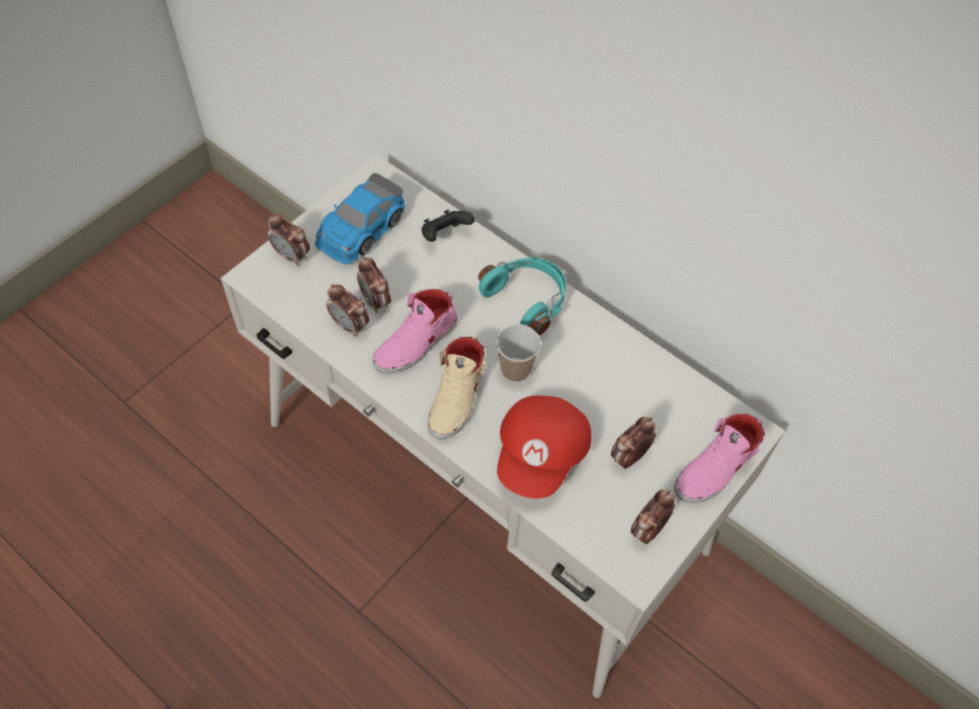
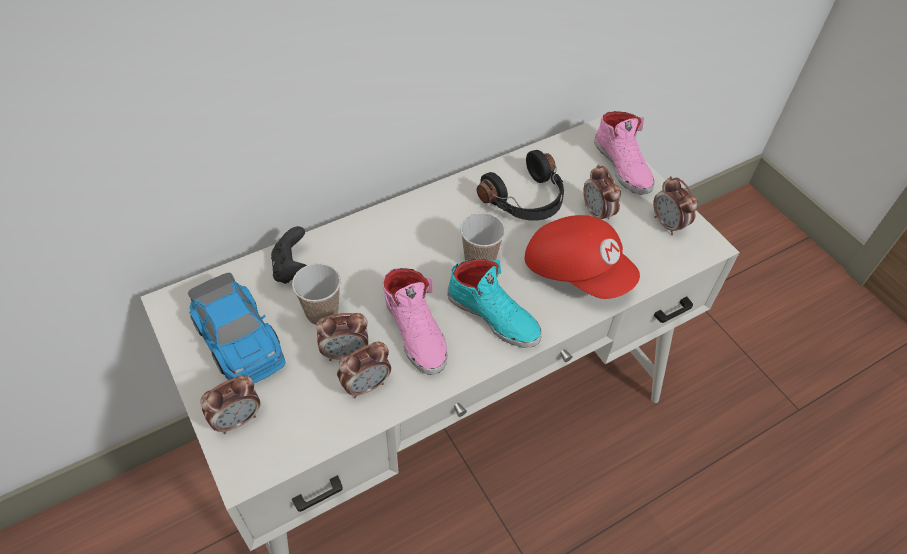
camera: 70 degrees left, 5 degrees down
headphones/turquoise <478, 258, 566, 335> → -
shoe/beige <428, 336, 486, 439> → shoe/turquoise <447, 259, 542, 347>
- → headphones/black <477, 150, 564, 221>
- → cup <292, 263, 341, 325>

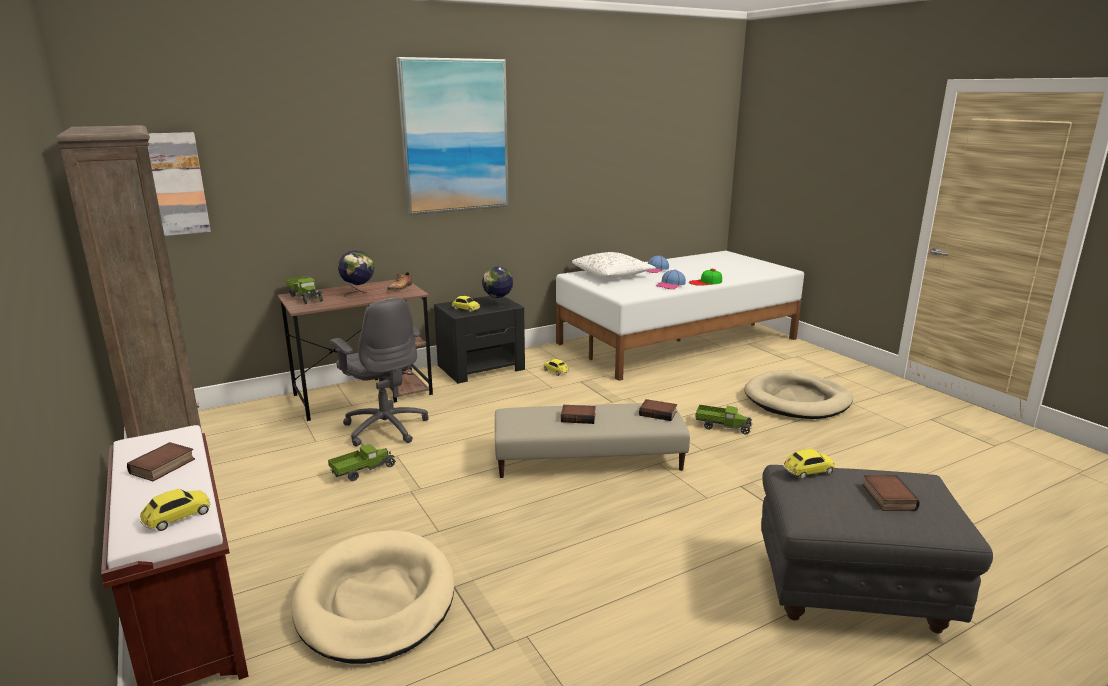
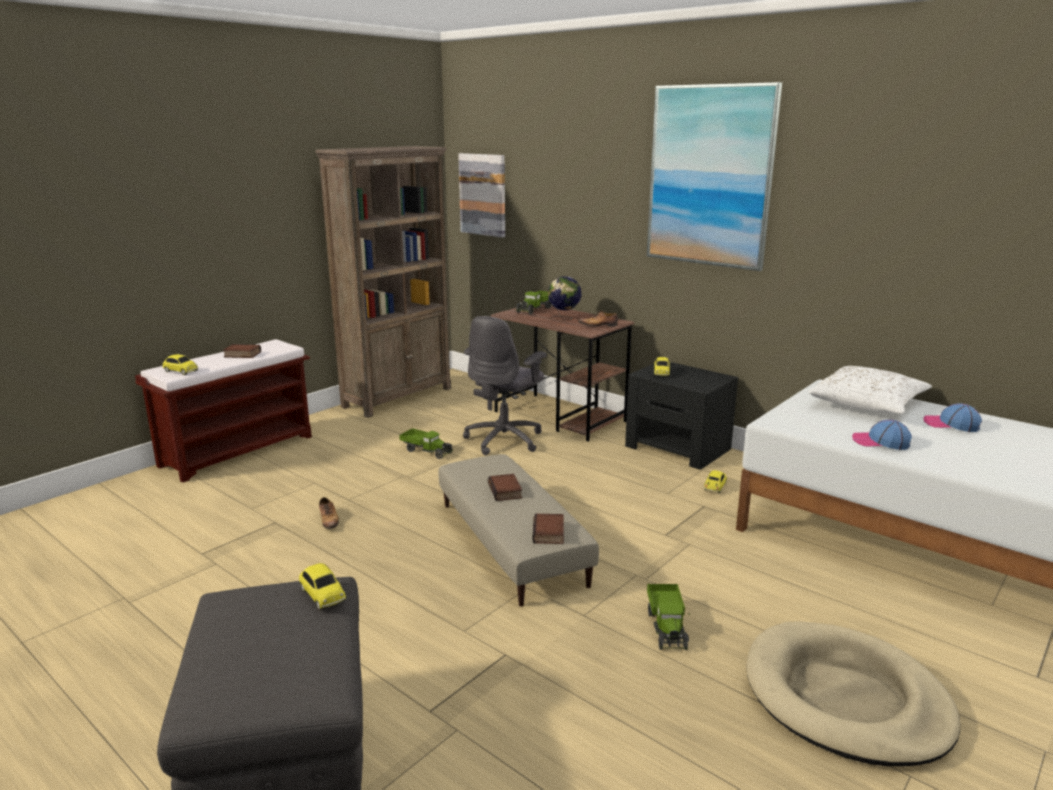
camera: 70 degrees right, 0 degrees up
globe <482, 267, 513, 307> → -
cap <689, 269, 722, 286> → -
book <863, 475, 920, 511> → -
dog bed/beige <291, 530, 454, 664> → -
- → shoe <319, 497, 339, 529>

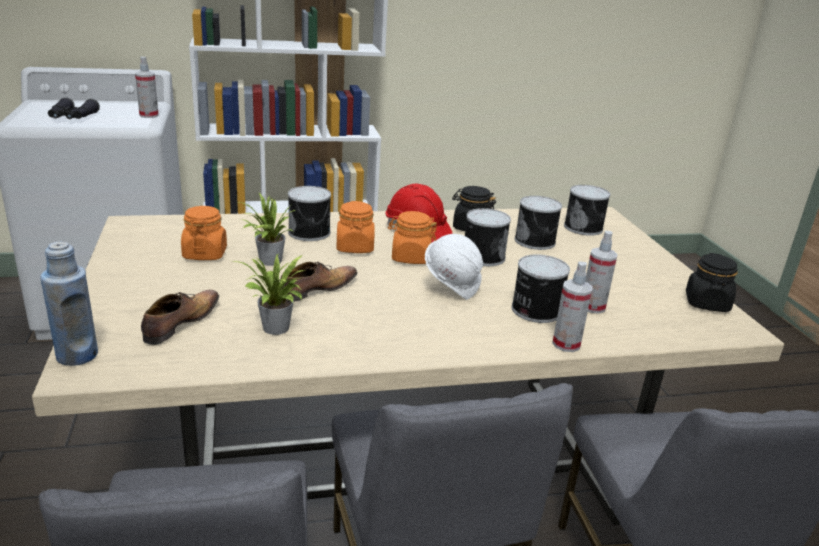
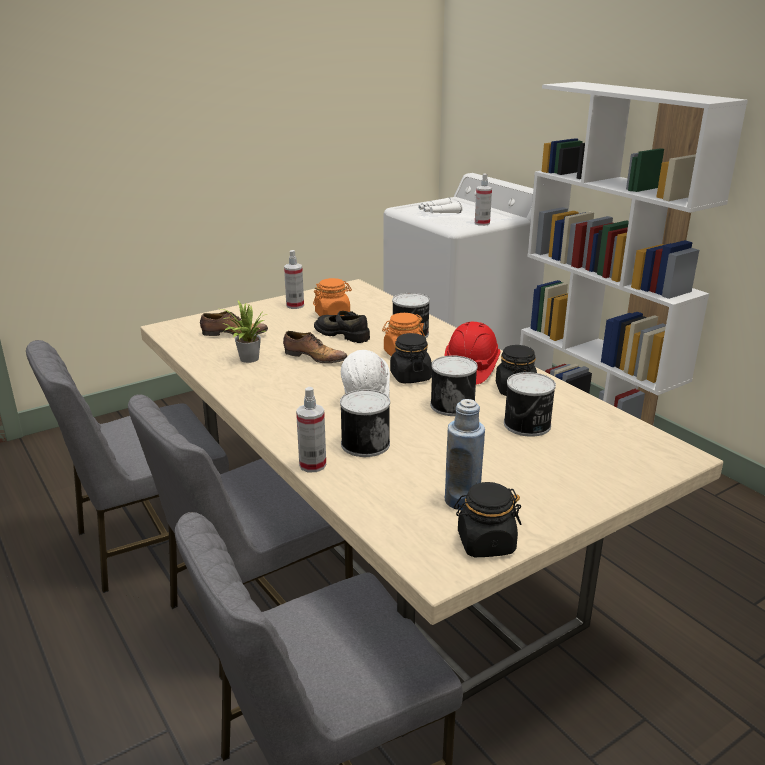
camera: 70 degrees right, 0 degrees up
binoculars/black <48, 97, 100, 119> → binoculars/white <418, 197, 462, 214>
can <564, 185, 610, 236> → -
potted plant <239, 192, 296, 266> → shoe/black <314, 311, 370, 343>
jar/orange <388, 211, 437, 264> → jar/black <390, 333, 432, 384>
spray bottle <585, 231, 618, 314> → spray bottle <284, 250, 304, 309>, moved
bottle/blue <40, 242, 98, 366> → bottle/blue <445, 399, 485, 510>, moved

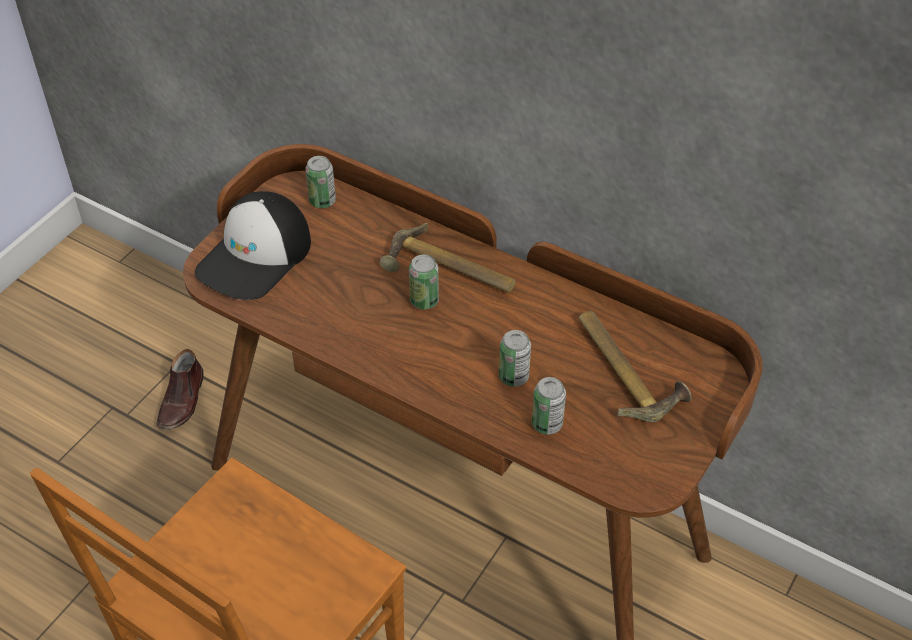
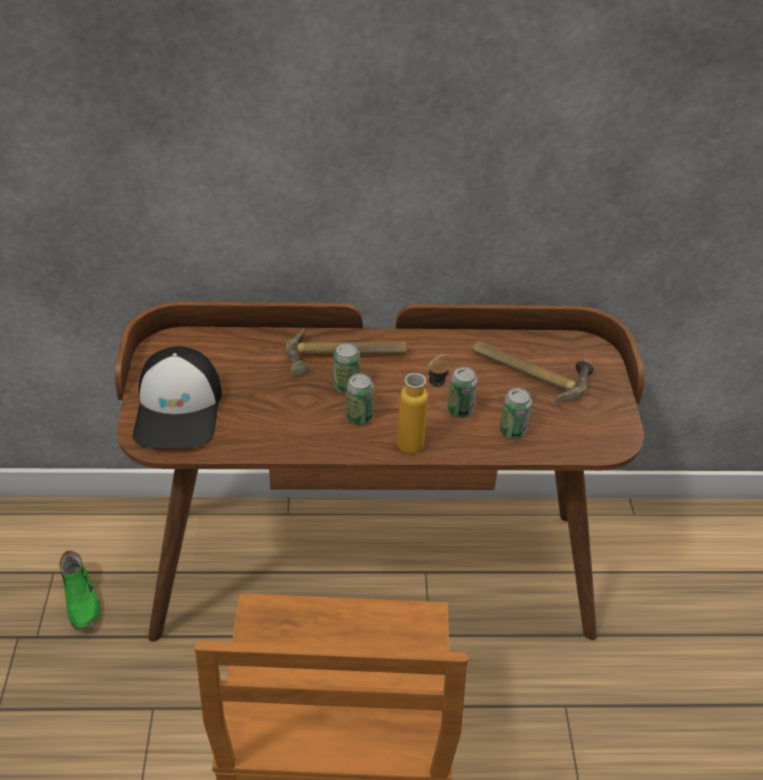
camera: 35 degrees left, 5 degrees down
can <305, 156, 336, 208> → can <346, 373, 374, 425>, moved
shoe/brown <157, 349, 204, 430> → shoe/green <60, 551, 100, 631>
- → bottle <397, 355, 449, 454>

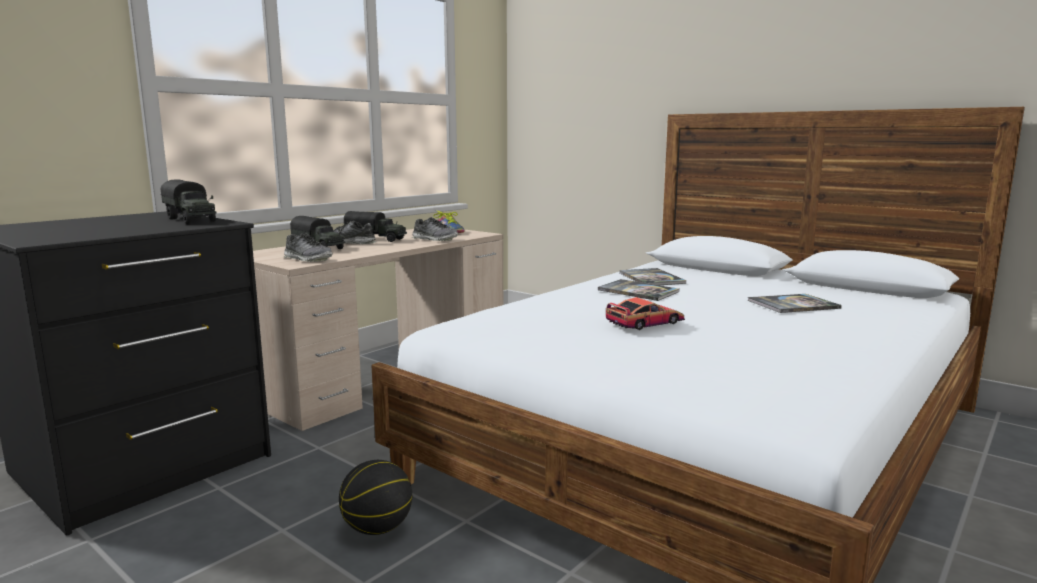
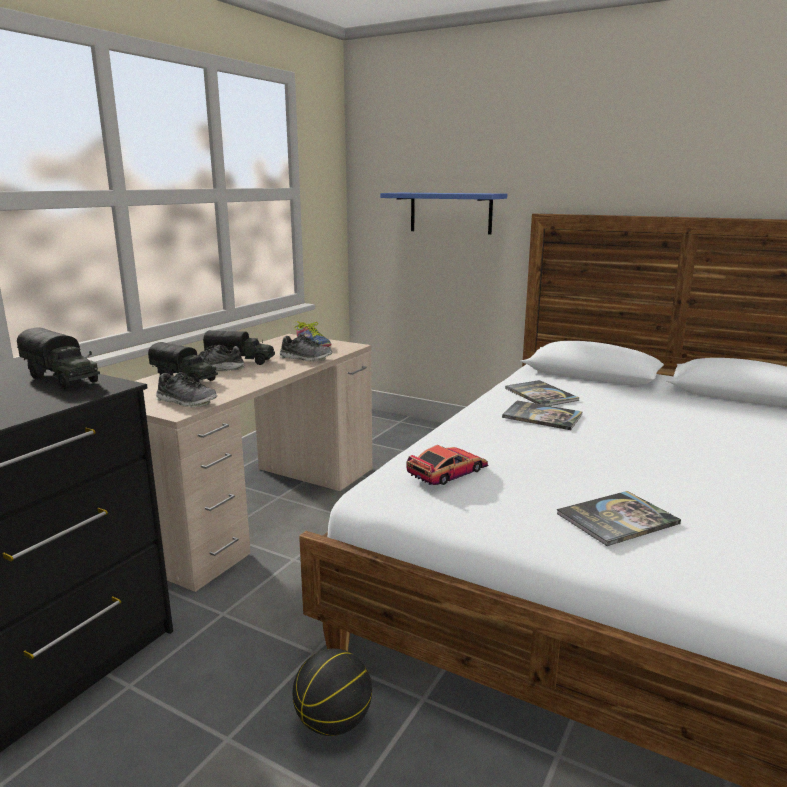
camera: 10 degrees left, 5 degrees up
book <747, 294, 842, 313> → book <557, 491, 681, 546>, moved
toy car <606, 297, 685, 330> → toy car <407, 445, 489, 485>, moved
- → shelf/blue <380, 193, 507, 235>

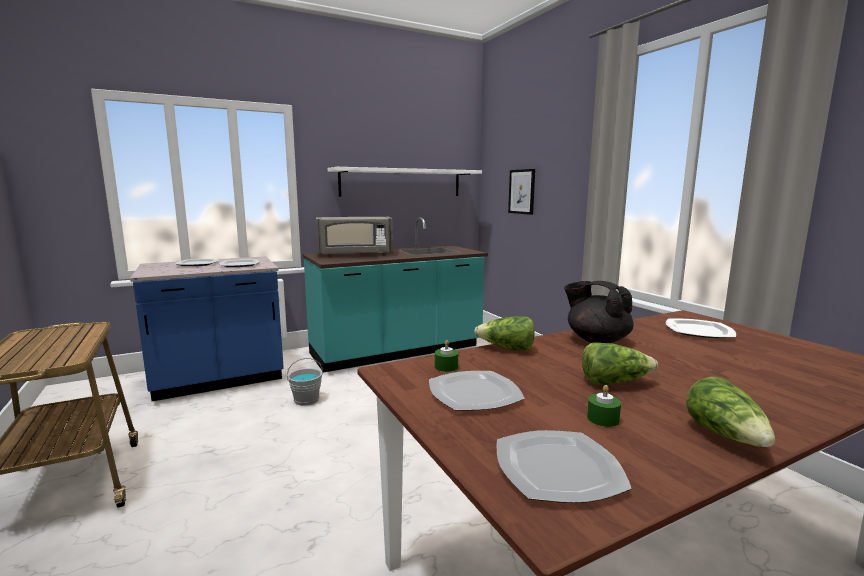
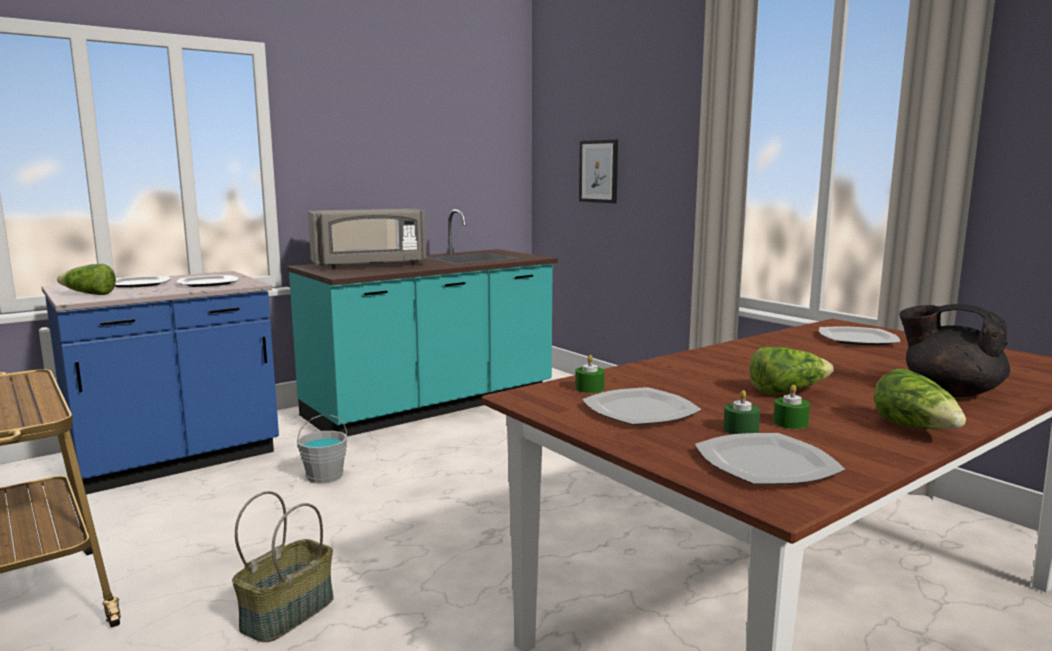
camera: 10 degrees left, 0 degrees up
shelf/white <328, 167, 482, 197> → -
teapot/black <564, 281, 633, 343> → teapot/black <900, 304, 1010, 397>, moved
lettuce <474, 316, 535, 351> → lettuce <57, 264, 116, 295>, moved
- → candle/green <723, 390, 760, 434>
- → basket <232, 491, 334, 642>

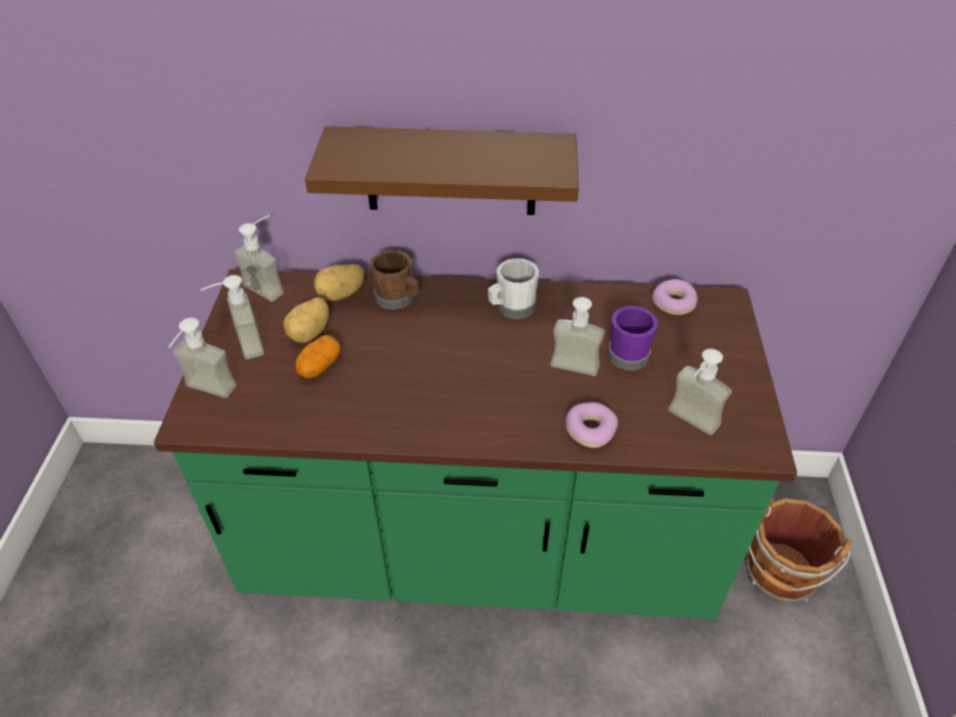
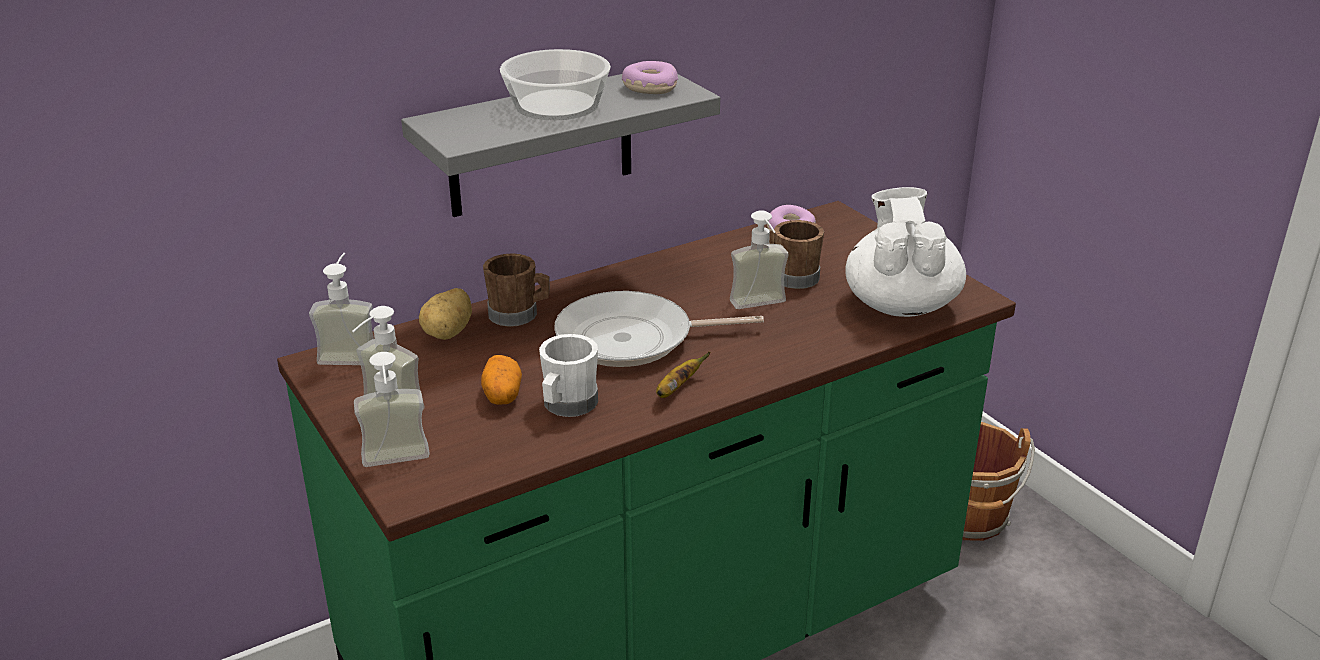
camera: 35 degrees left, 15 degrees down
shelf/brown <305, 126, 579, 215> → shelf/grey <401, 74, 720, 217>
mug/white <488, 258, 539, 319> → mug/white <539, 334, 598, 417>, moved
potato <283, 297, 329, 343> → -
mug/purple <608, 306, 658, 370> → mug/brown <769, 220, 824, 289>
soap dispenser <668, 349, 732, 435> → teapot/white <845, 187, 966, 317>
donut <565, 402, 618, 448> → donut <622, 61, 678, 94>, moved
- → bowl <500, 49, 611, 120>
- → frying pan <554, 291, 764, 367>
- → banana <656, 351, 710, 398>

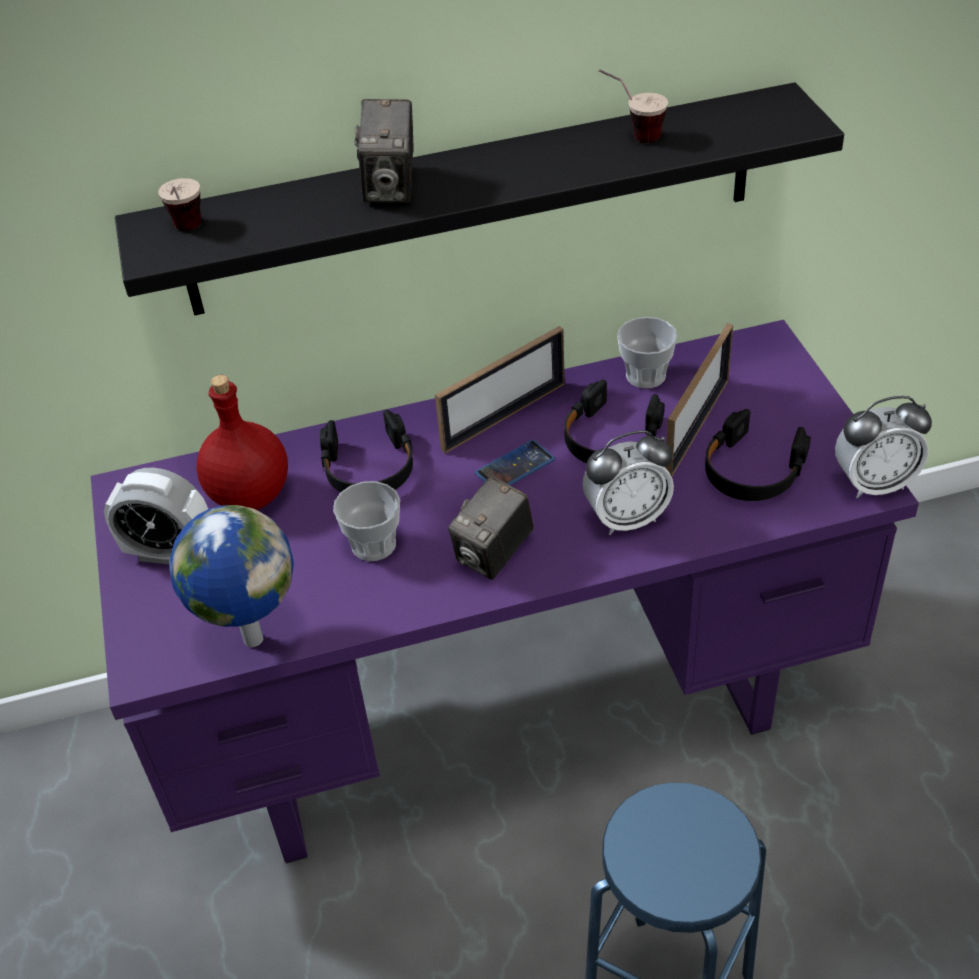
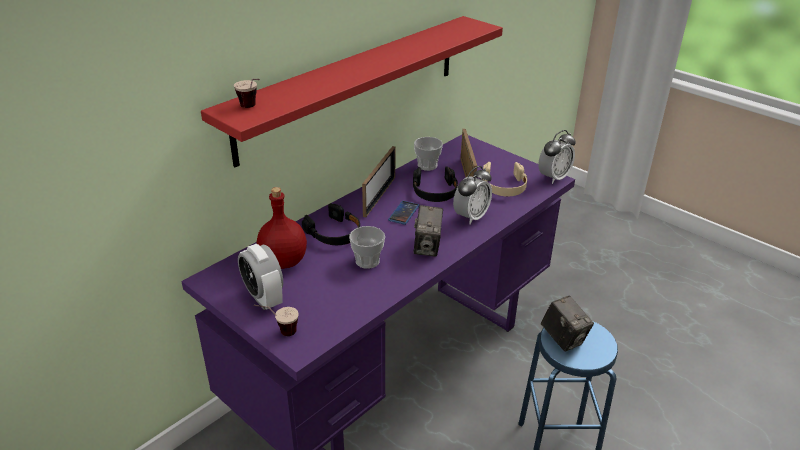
camera: 35 degrees left, 10 degrees down
cup <599, 69, 668, 143> → cup <254, 305, 299, 336>, moved
shelf/black <115, 82, 844, 316> → shelf/red <201, 16, 503, 167>
photo camera <354, 99, 414, 203> → photo camera <541, 296, 594, 352>, moved
headphones/black <705, 409, 811, 501> → headphones/beige <483, 162, 527, 197>
alarm clock <104, 468, 208, 564> → alarm clock <238, 244, 283, 310>, 75 degrees clockwise
globe <169, 505, 294, 647> → -

